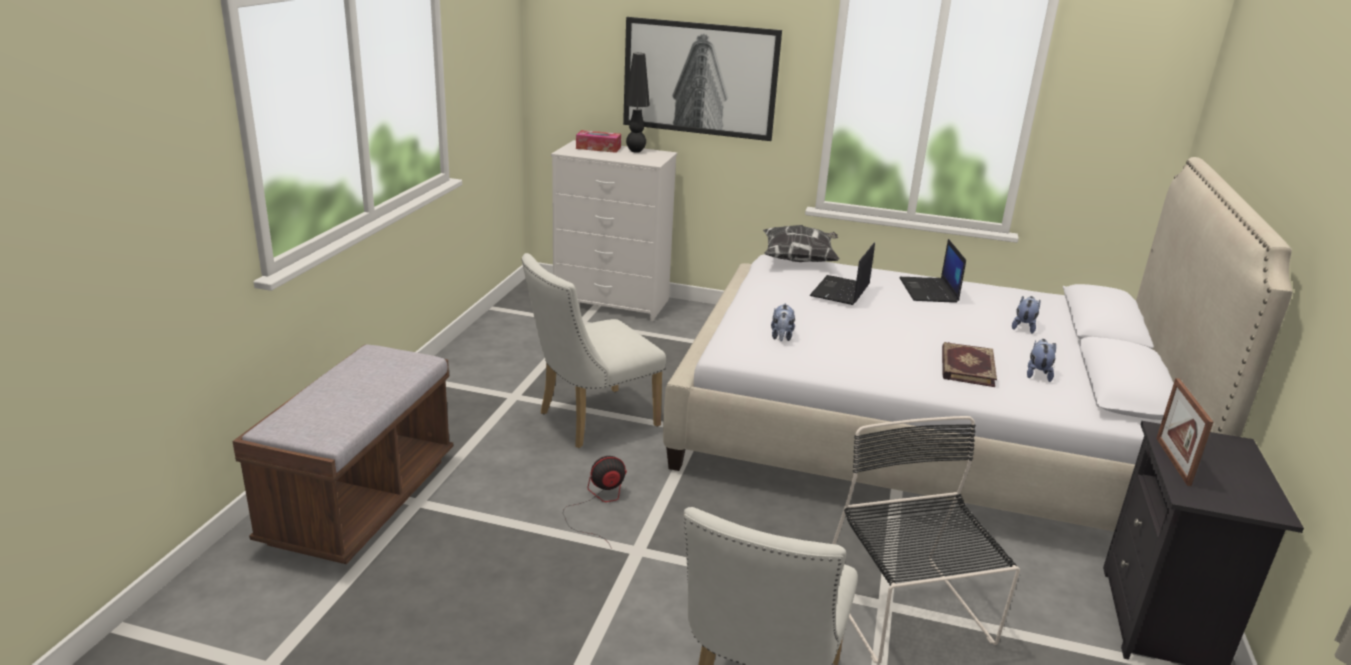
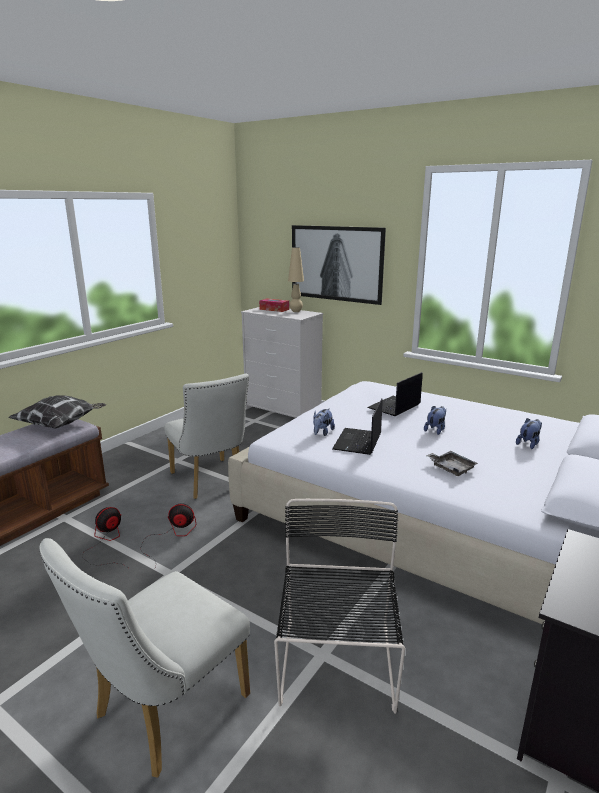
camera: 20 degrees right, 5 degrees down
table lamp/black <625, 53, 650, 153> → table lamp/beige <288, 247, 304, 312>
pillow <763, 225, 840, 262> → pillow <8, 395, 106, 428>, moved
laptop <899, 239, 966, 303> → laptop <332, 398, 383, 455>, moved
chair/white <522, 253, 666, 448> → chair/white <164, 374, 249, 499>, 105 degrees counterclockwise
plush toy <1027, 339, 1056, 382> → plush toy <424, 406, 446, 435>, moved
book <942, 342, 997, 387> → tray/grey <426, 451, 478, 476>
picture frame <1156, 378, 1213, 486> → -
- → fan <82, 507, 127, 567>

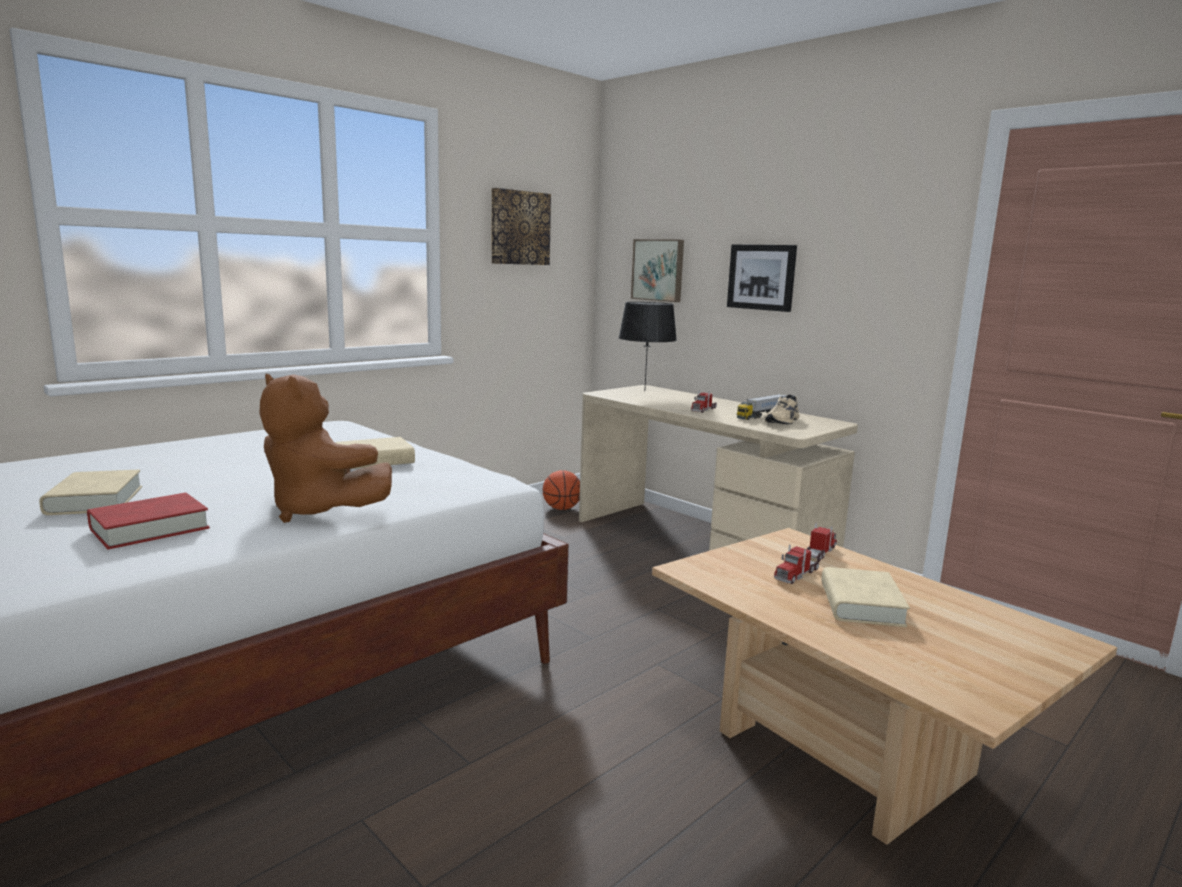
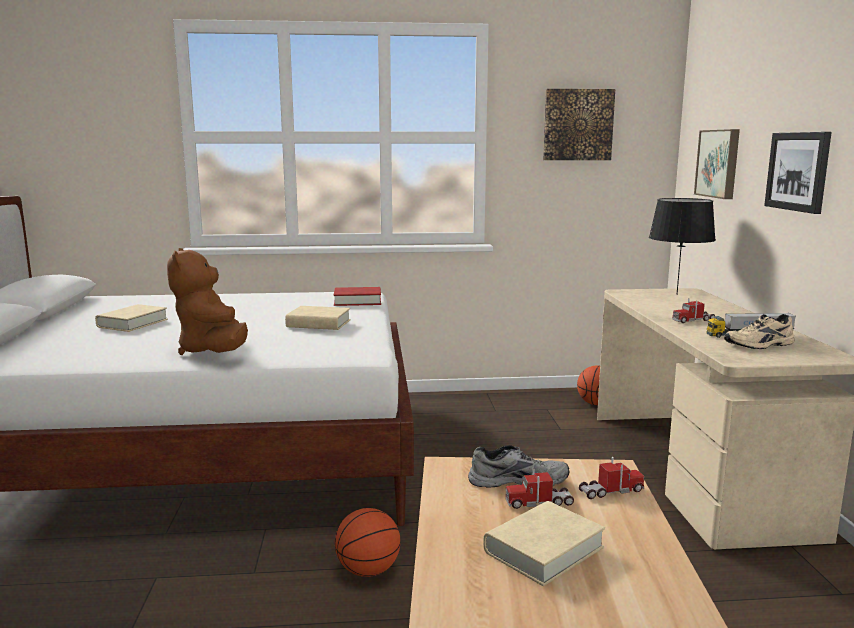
camera: 40 degrees right, 0 degrees up
book/red <87, 493, 210, 549> → book/red <334, 287, 381, 306>, moved
- → shoe/grey <468, 445, 570, 487>
- → basketball <335, 508, 400, 577>

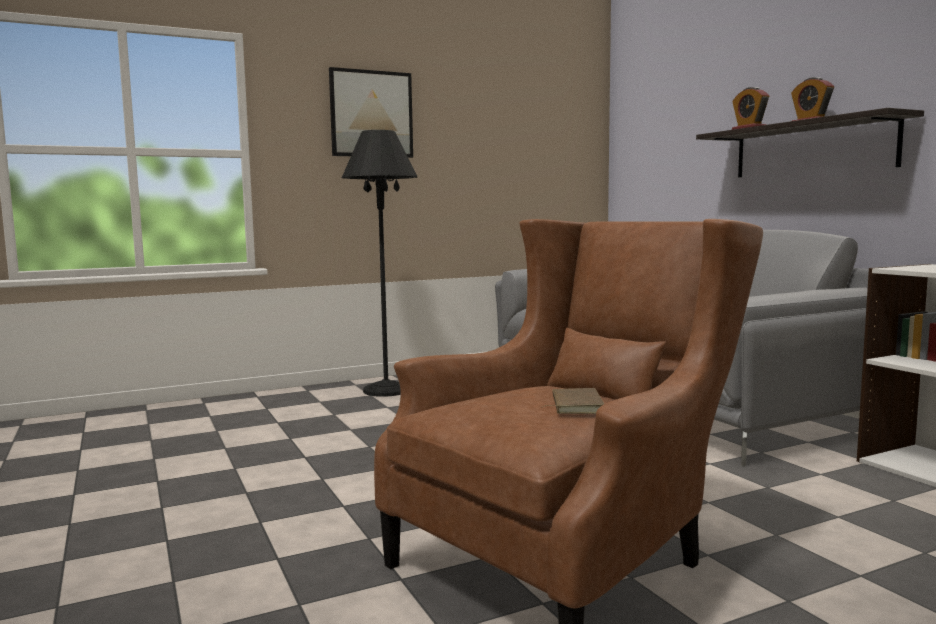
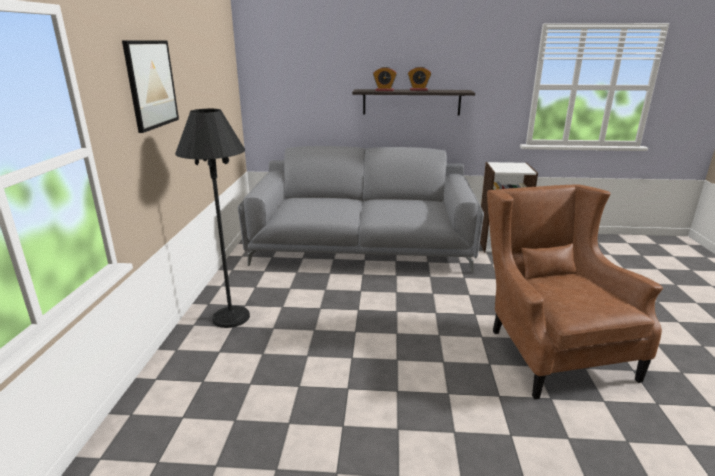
camera: 60 degrees left, 15 degrees up
book/brown <543, 388, 604, 414> → -

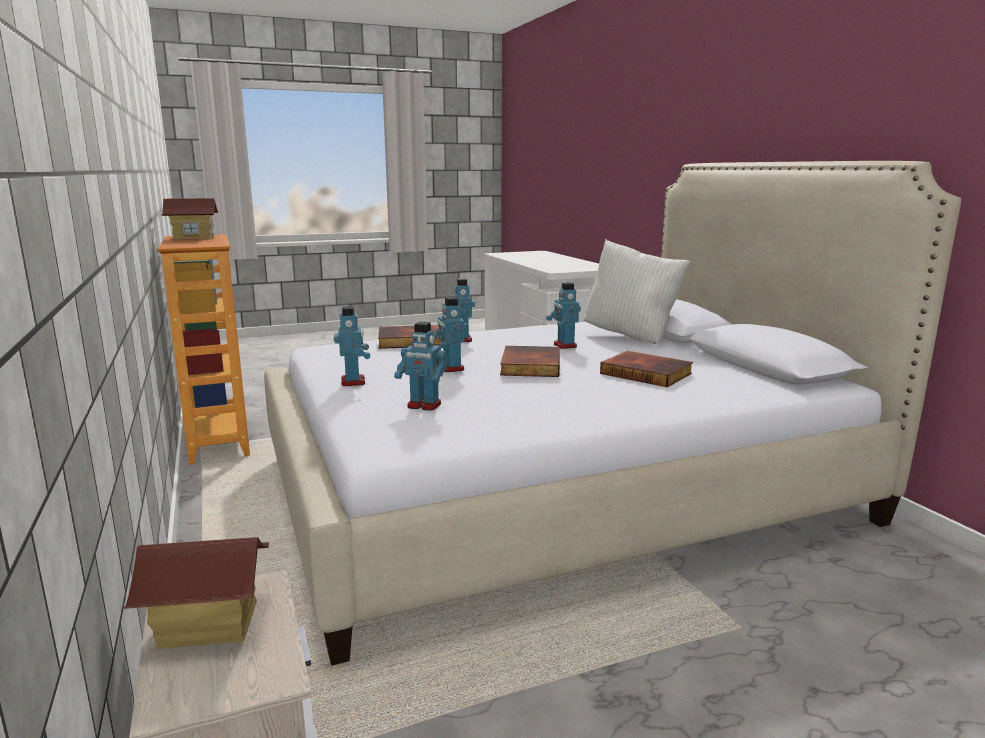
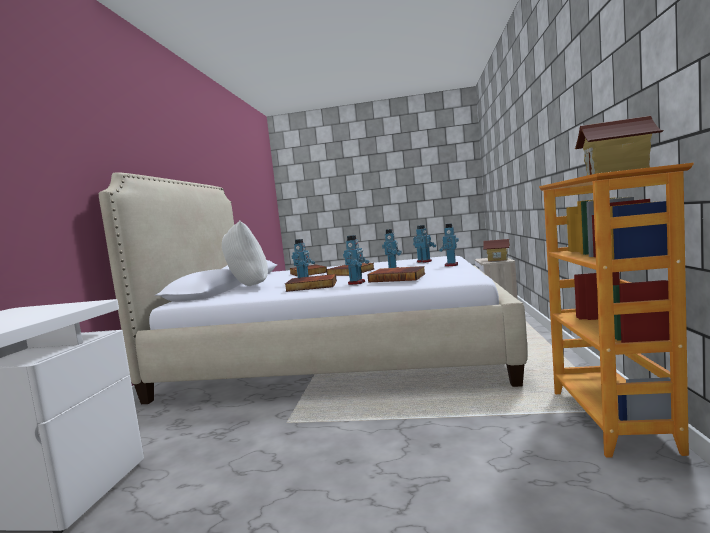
camera: 150 degrees left, 10 degrees down
- → book <285, 274, 337, 292>

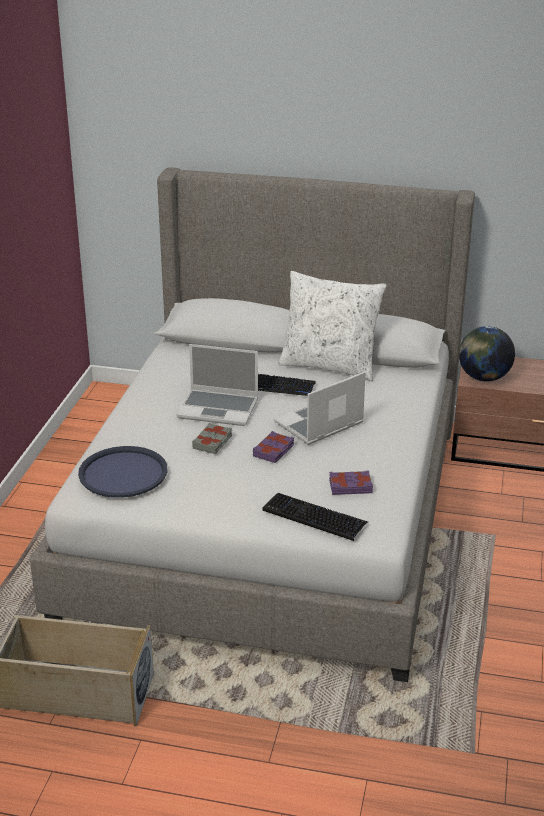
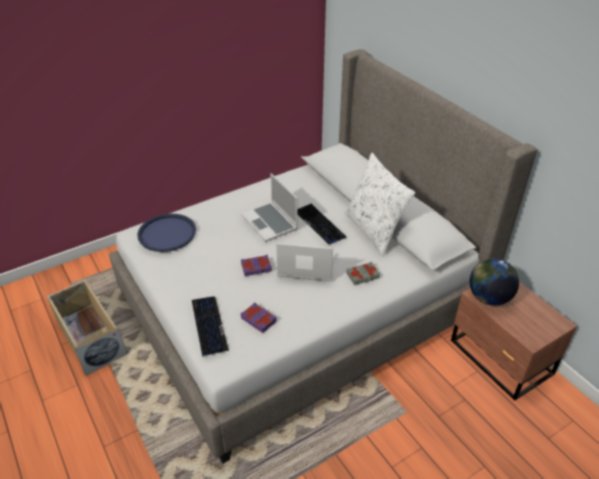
camera: 45 degrees right, 10 degrees up
book/grey <192, 423, 232, 454> → book/grey <347, 262, 380, 285>, moved

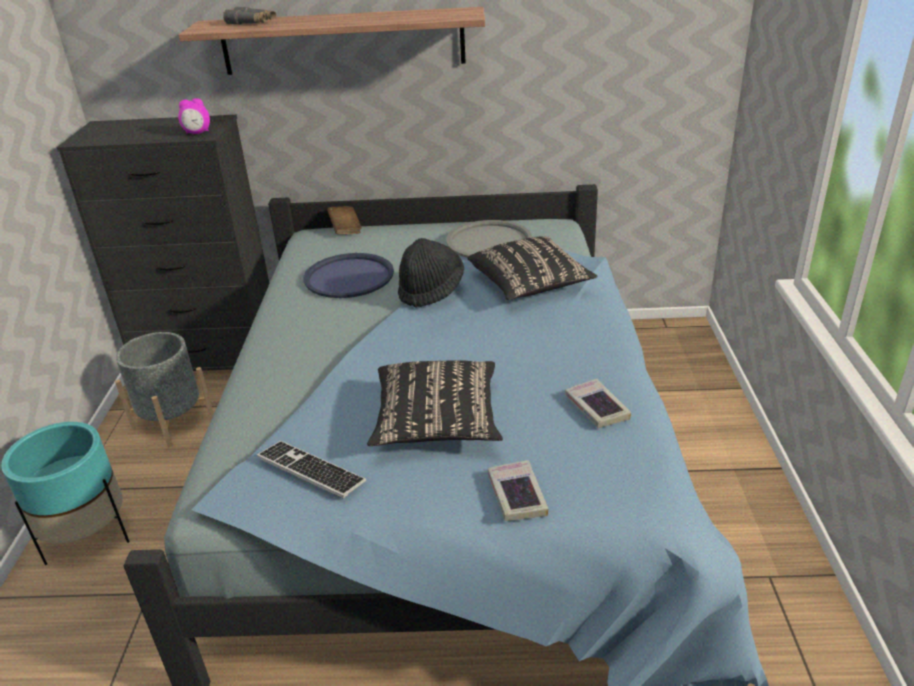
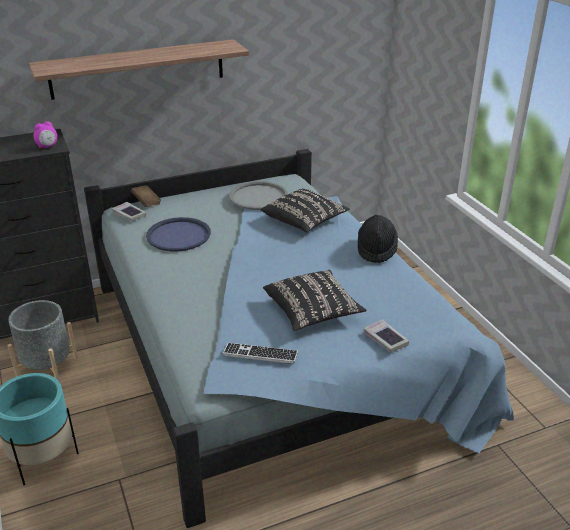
camera: 25 degrees left, 0 degrees up
binoculars/grey <223, 6, 276, 25> → -
hat/black <398, 238, 464, 307> → hat/black <358, 215, 398, 263>, moved
book <565, 379, 631, 428> → book <112, 202, 146, 221>, moved

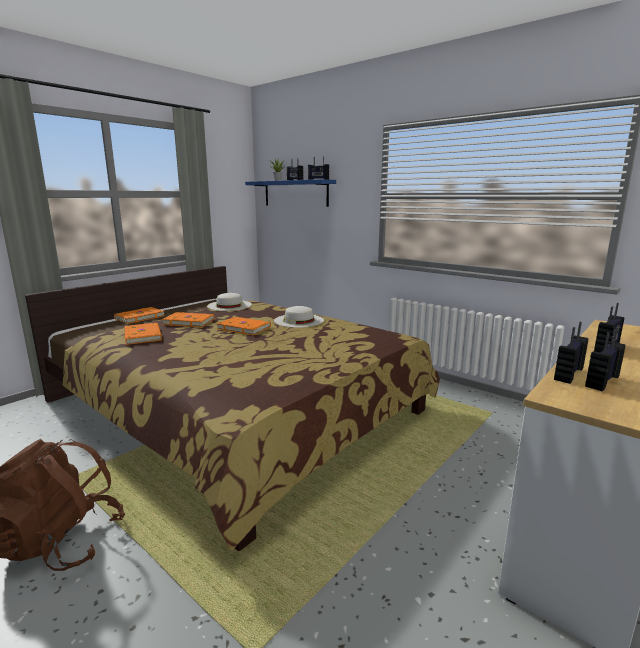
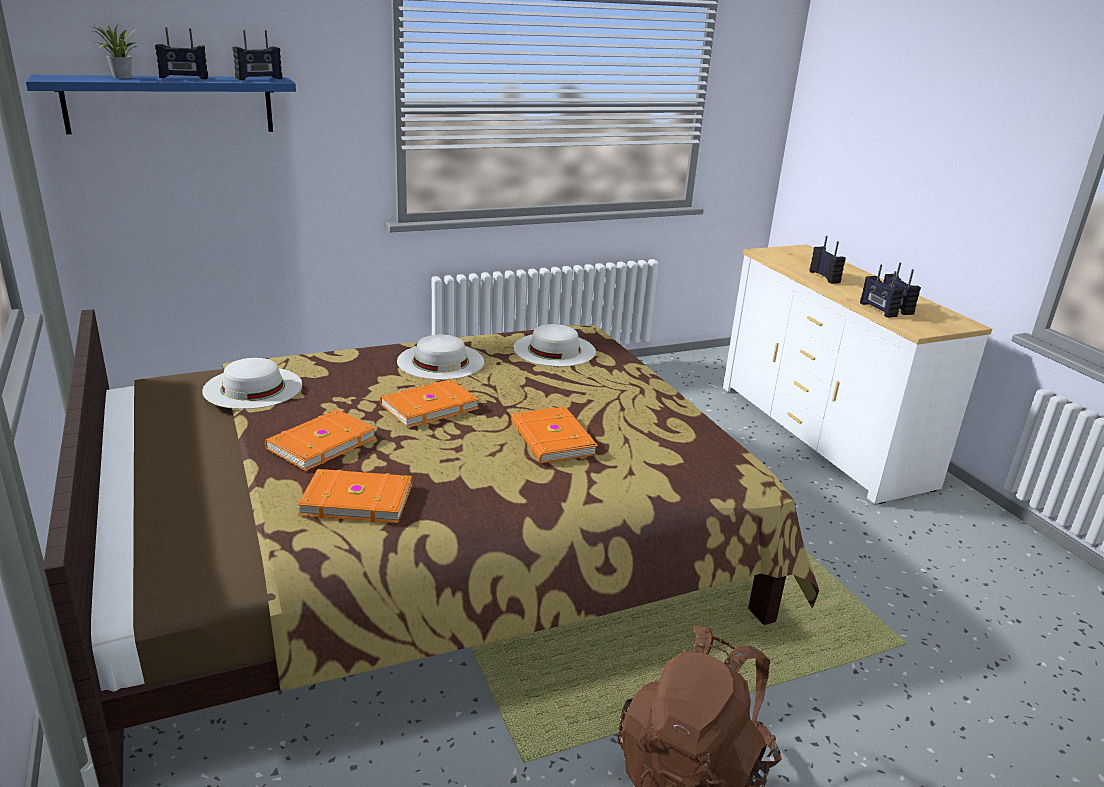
camera: 65 degrees left, 10 degrees up
book/orange <114, 307, 165, 324> → book/orange <511, 407, 598, 463>, moved
- → hat/white <514, 324, 596, 367>

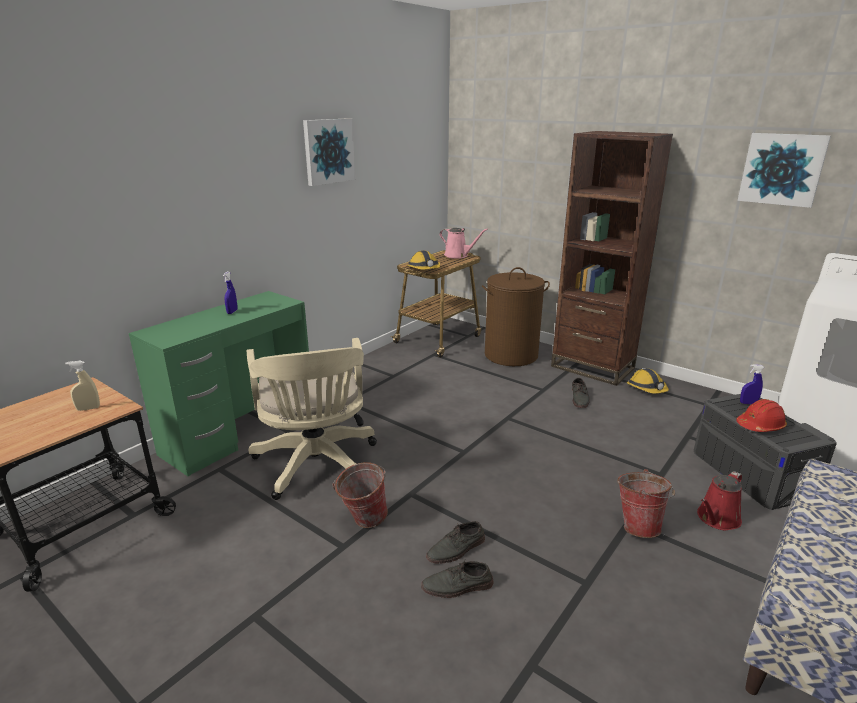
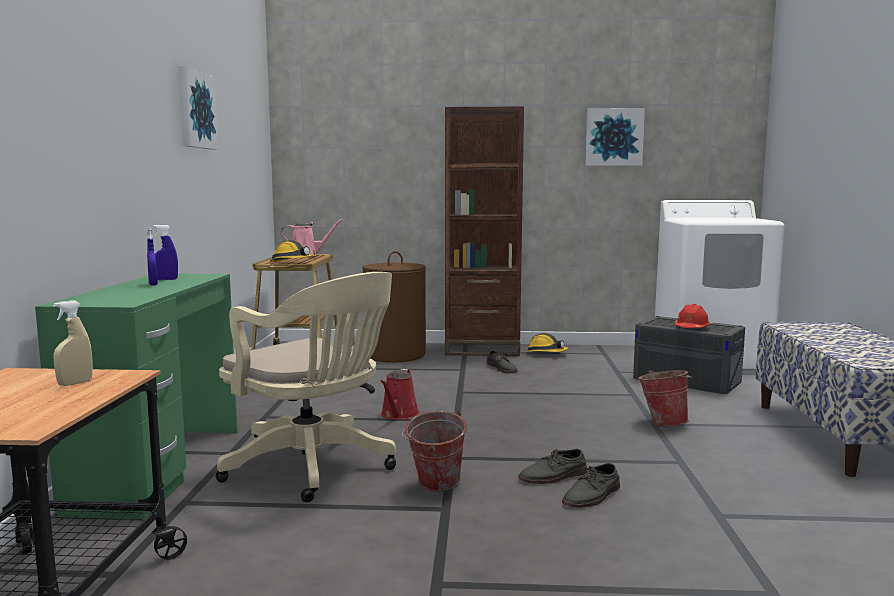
camera: 35 degrees left, 15 degrees down
spray bottle/blue <740, 364, 765, 404> → spray bottle/blue <153, 225, 178, 280>, moved
watering can/red <697, 471, 742, 530> → watering can/red <380, 369, 419, 420>, moved
shoe/grey <426, 521, 485, 564> → shoe/grey <518, 449, 587, 484>, 45 degrees clockwise

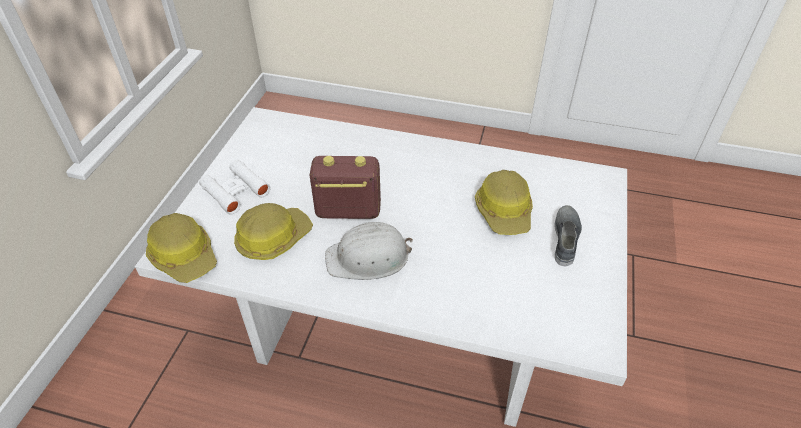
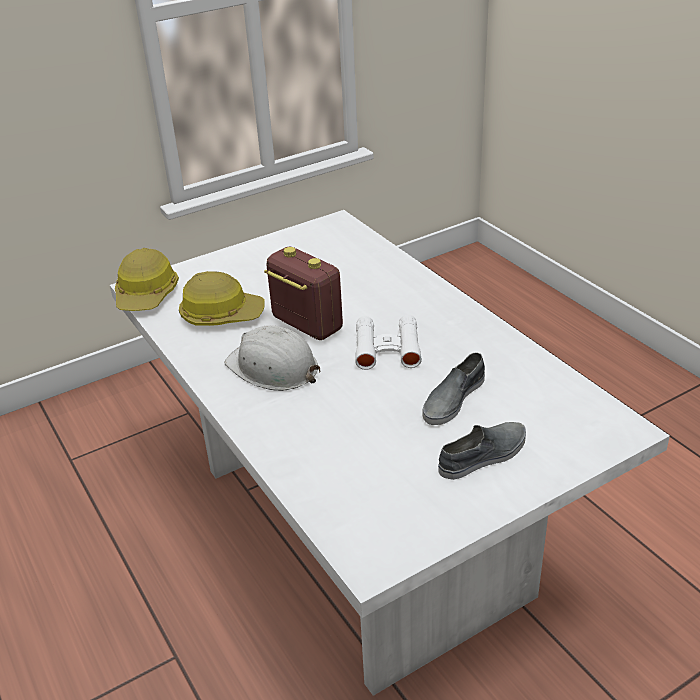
camera: 45 degrees right, 10 degrees down
binoculars/white <199, 159, 270, 215> → binoculars/white <355, 315, 422, 370>, moved
hard hat <475, 170, 533, 235> → shoe/grey <422, 352, 485, 425>

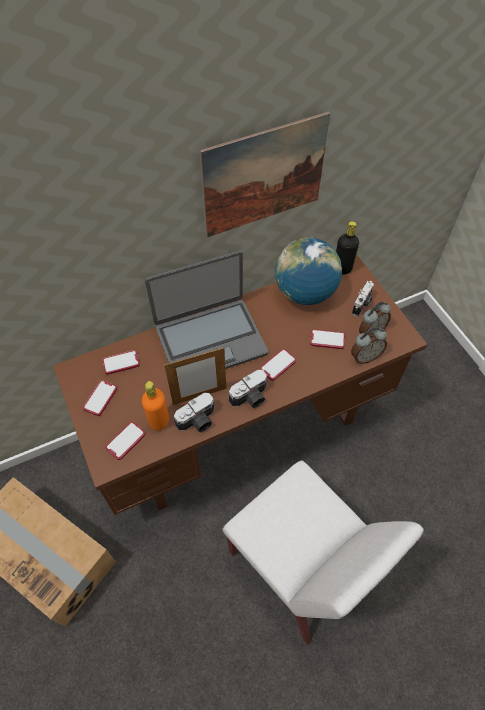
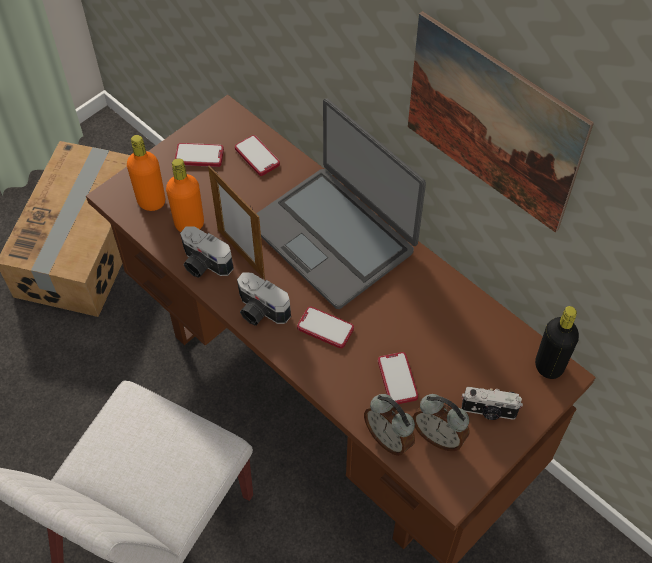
camera: 70 degrees right, 0 degrees up
globe <275, 238, 342, 305> → -
phone <106, 422, 145, 460> → bottle/orange <127, 135, 165, 211>

